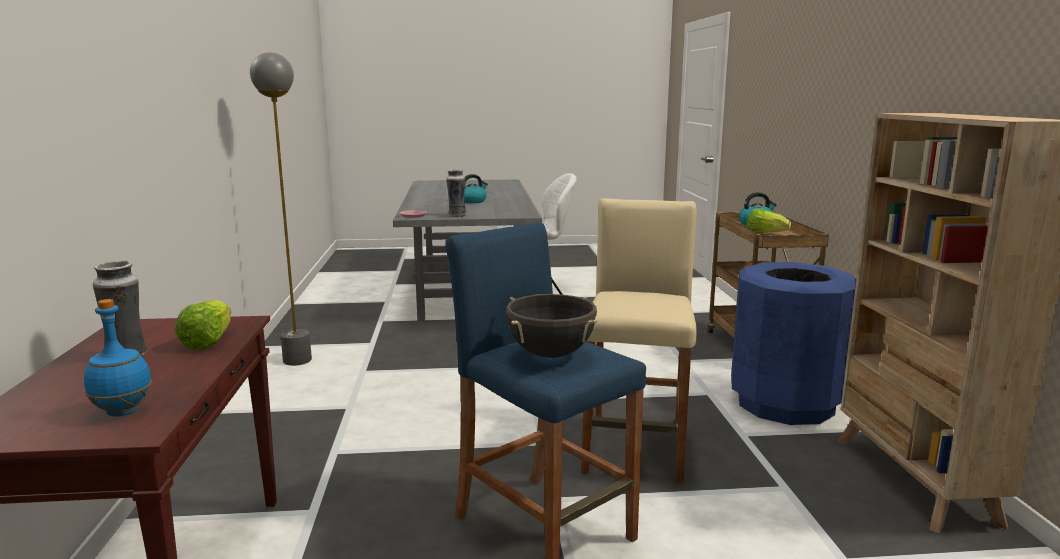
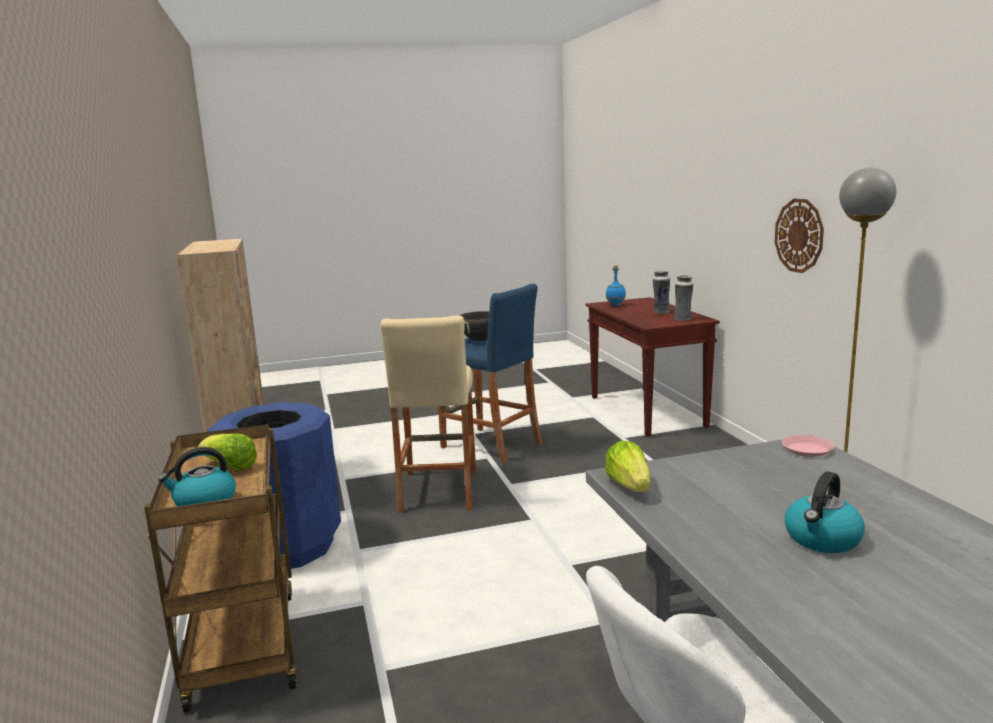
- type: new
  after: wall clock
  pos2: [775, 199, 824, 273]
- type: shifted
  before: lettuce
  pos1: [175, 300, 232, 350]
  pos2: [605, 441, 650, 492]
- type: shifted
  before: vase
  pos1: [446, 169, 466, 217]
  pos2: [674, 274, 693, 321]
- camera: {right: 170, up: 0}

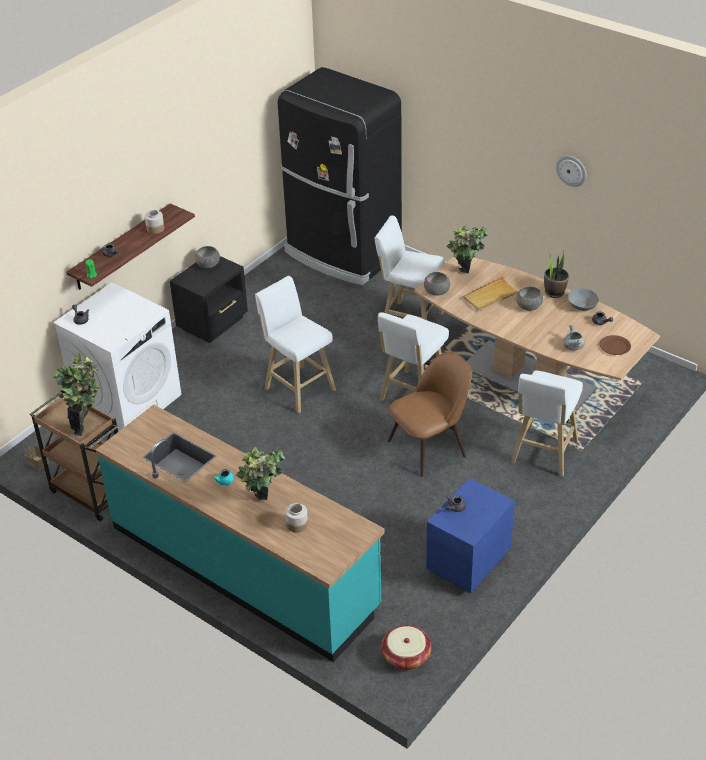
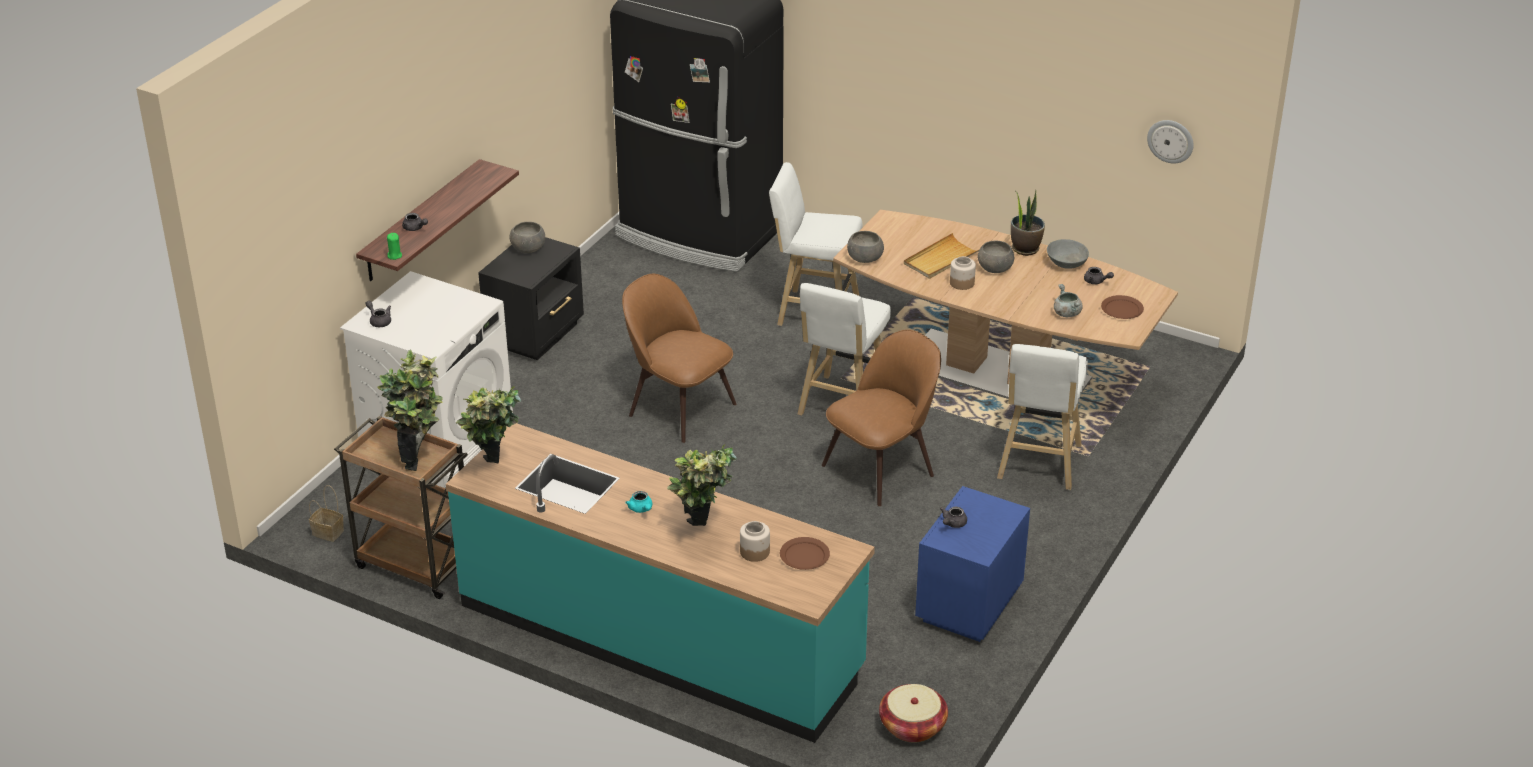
- type: new
  after: brown plate
  pos2: [780, 537, 830, 570]
- type: shifted
  before: jar
  pos1: [145, 210, 164, 234]
  pos2: [950, 256, 976, 290]
- type: shifted
  before: potted plant
  pos1: [446, 226, 488, 273]
  pos2: [456, 386, 521, 463]
- type: shifted
  before: wall clock
  pos1: [556, 155, 586, 187]
  pos2: [1147, 120, 1193, 164]
- type: swapped
  before: white stool
  after: brown chair
  pos1: [255, 276, 336, 413]
  pos2: [622, 274, 736, 443]
- camera: {right: -10, up: -5}

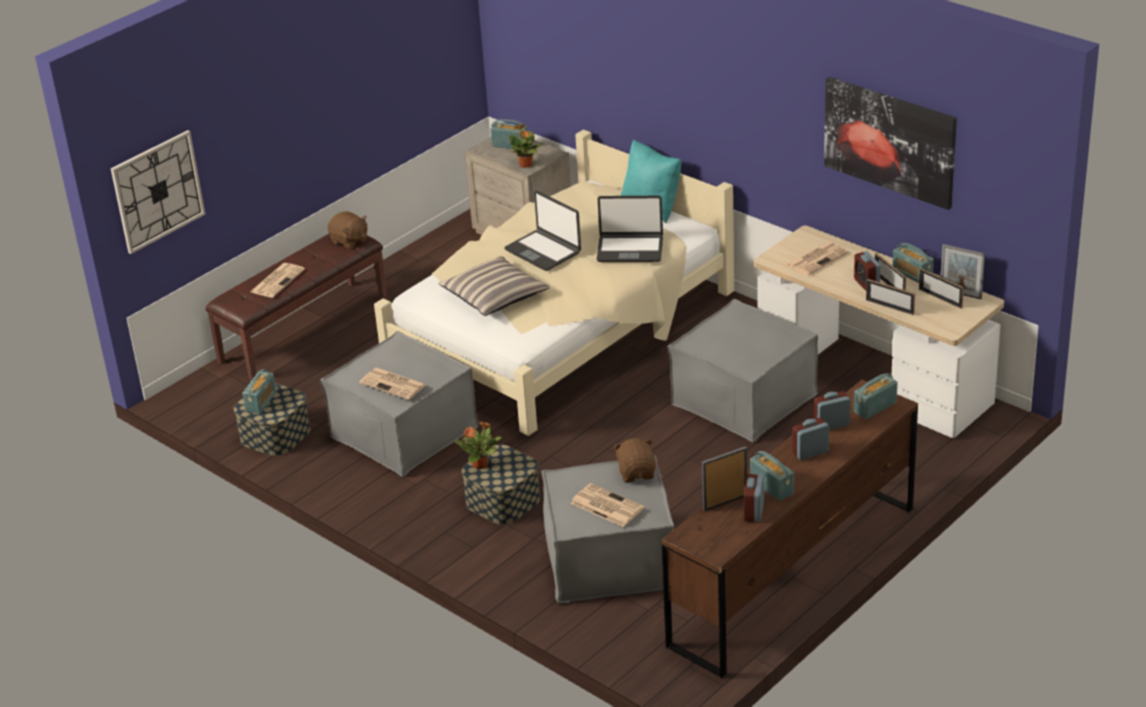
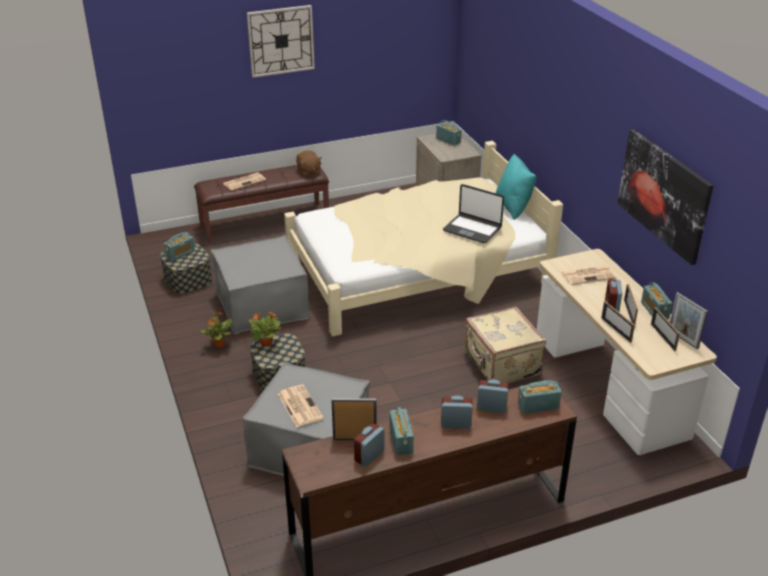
- type: gone
  before: newspaper
  pos1: [360, 368, 427, 400]
- type: gone
  before: pillow
  pos1: [439, 256, 550, 316]
- type: gone
  before: laptop
  pos1: [504, 191, 581, 271]
- type: gone
  before: brown plush toy
  pos1: [614, 438, 656, 482]
- type: shifted
  before: wall clock
  pos1: [111, 130, 205, 254]
  pos2: [247, 5, 315, 78]
- type: shifted
  before: potted plant
  pos1: [509, 124, 543, 168]
  pos2: [200, 312, 232, 348]
- type: swapped
  before: grey ottoman
  after: beige suitcase
  pos1: [668, 299, 818, 442]
  pos2: [465, 306, 546, 383]
- camera: {right: 25, up: 0}

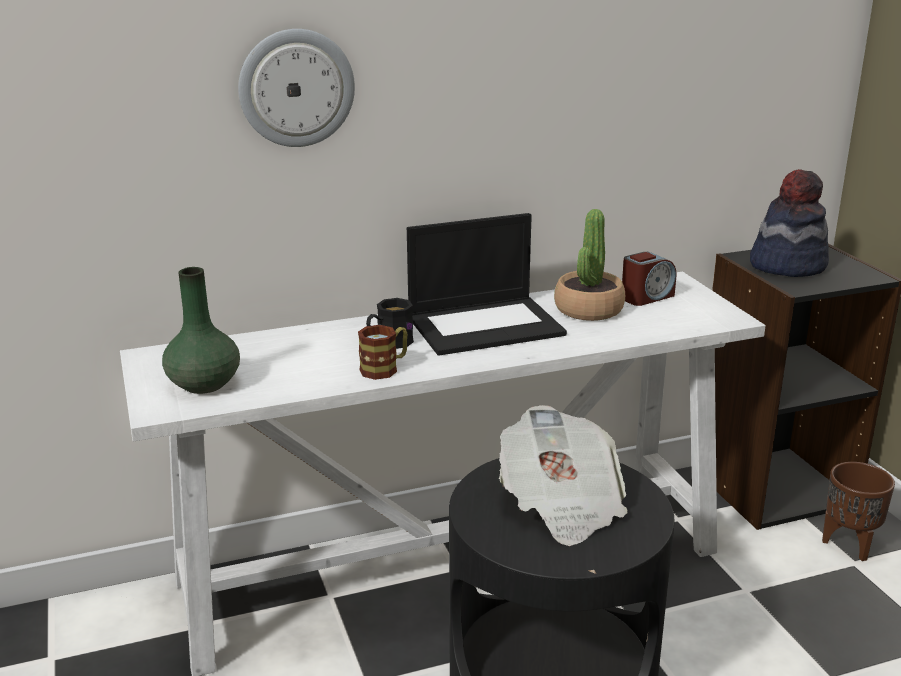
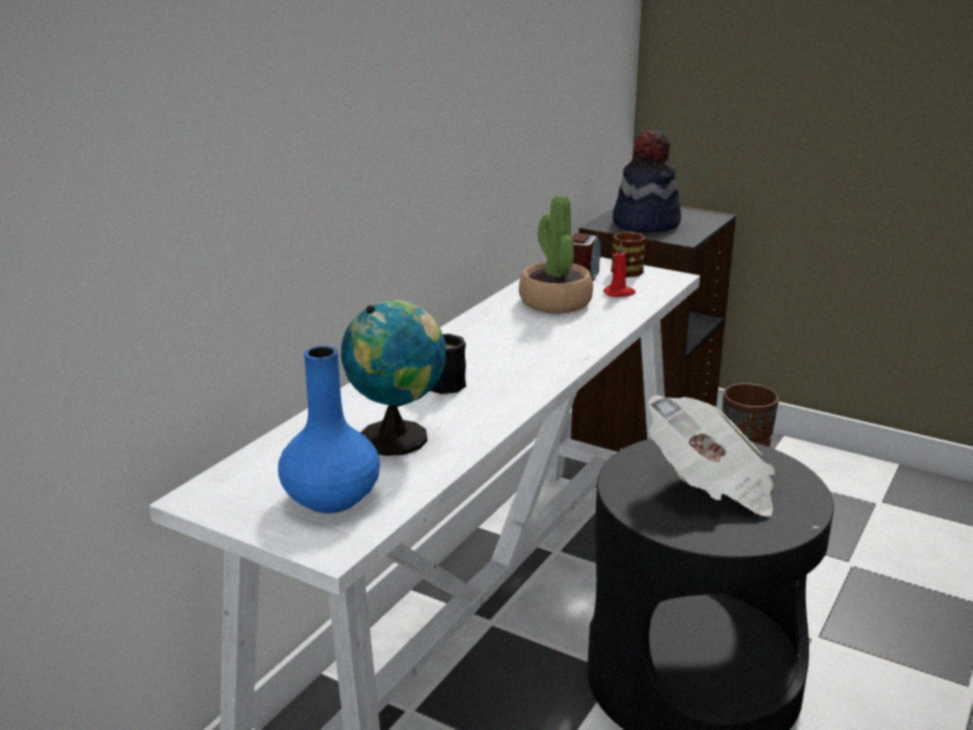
- type: gone
  before: wall clock
  pos1: [238, 29, 355, 147]
- type: gone
  before: laptop
  pos1: [407, 213, 567, 356]
- type: new
  after: globe
  pos2: [341, 300, 446, 456]
- type: new
  after: red candle
  pos2: [603, 242, 636, 297]
- type: shifted
  before: mug
  pos1: [358, 325, 407, 380]
  pos2: [611, 232, 646, 277]
- type: repainted
  before: green vase
  after: blue vase
  pos1: [162, 267, 240, 394]
  pos2: [278, 346, 380, 513]
- camera: {right: -40, up: 0}

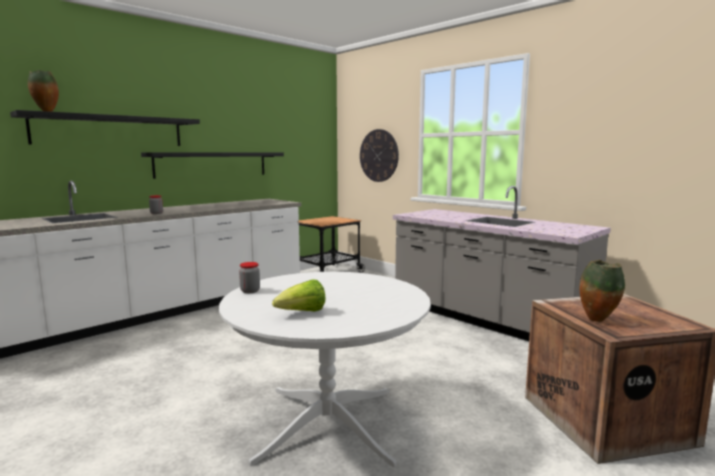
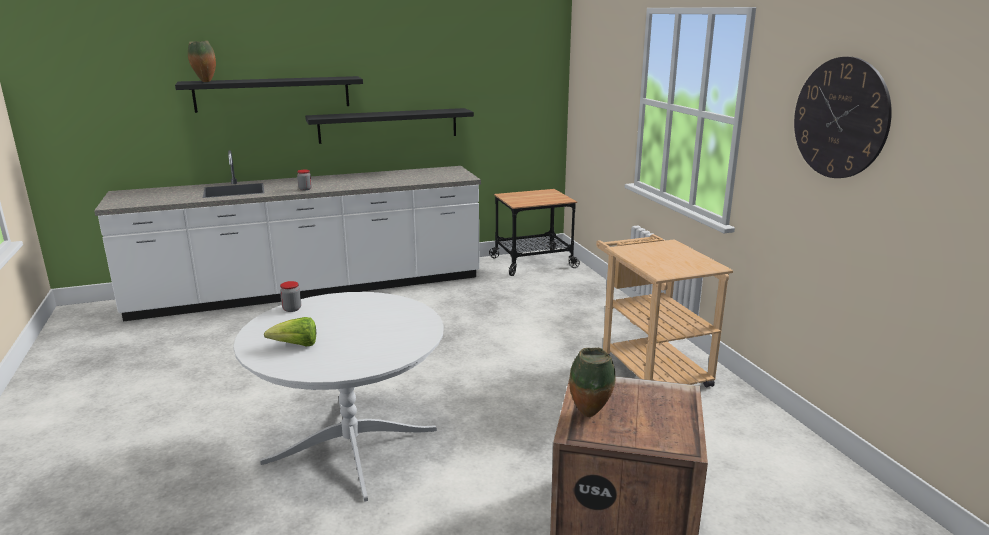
- type: shifted
  before: wall clock
  pos1: [360, 129, 399, 182]
  pos2: [794, 57, 892, 178]
- type: swapped
  before: grey counter
  after: beige cart
  pos1: [393, 186, 611, 341]
  pos2: [596, 234, 733, 387]
- camera: {right: 25, up: 10}

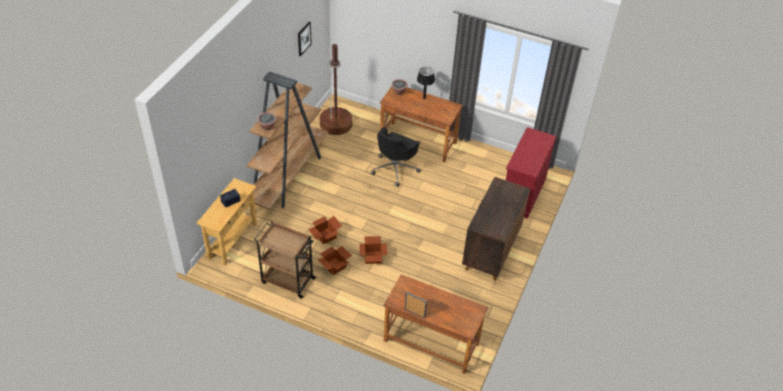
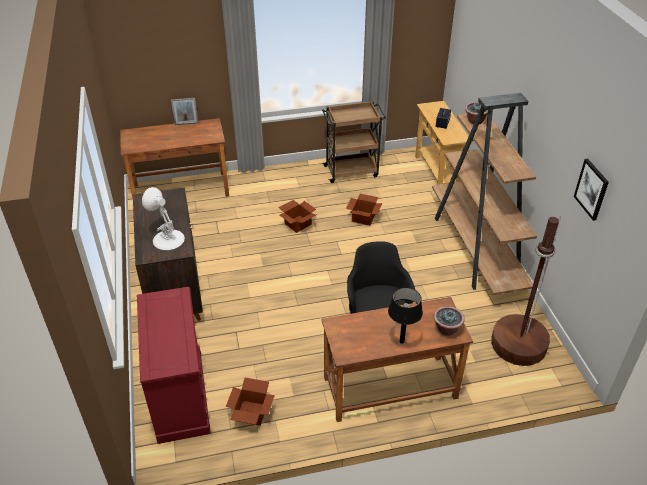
- type: new
  after: white table lamp
  pos2: [142, 187, 185, 250]
- type: shifted
  before: cardboard box
  pos1: [317, 246, 352, 275]
  pos2: [226, 378, 275, 426]
- camera: {right: 145, up: -5}

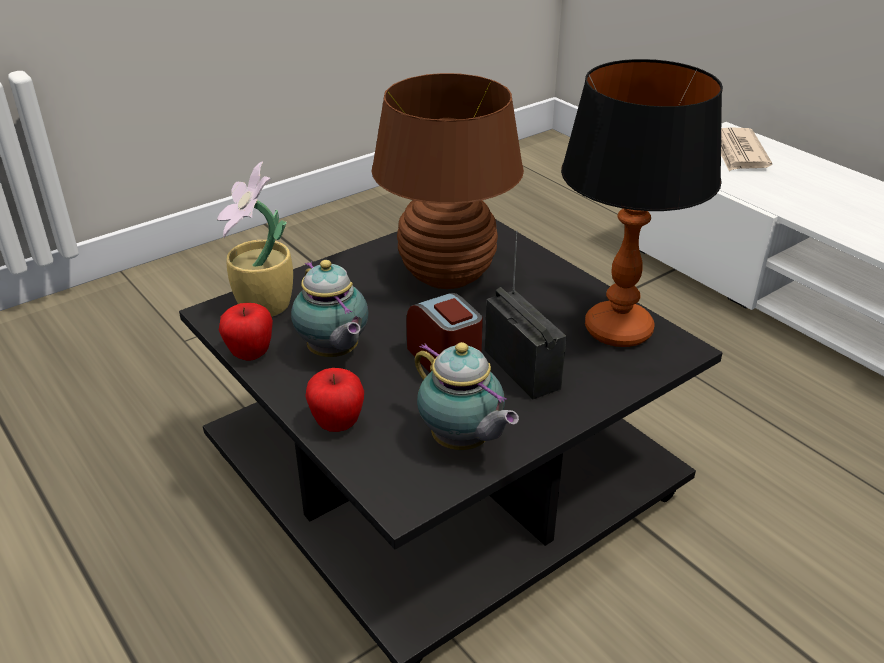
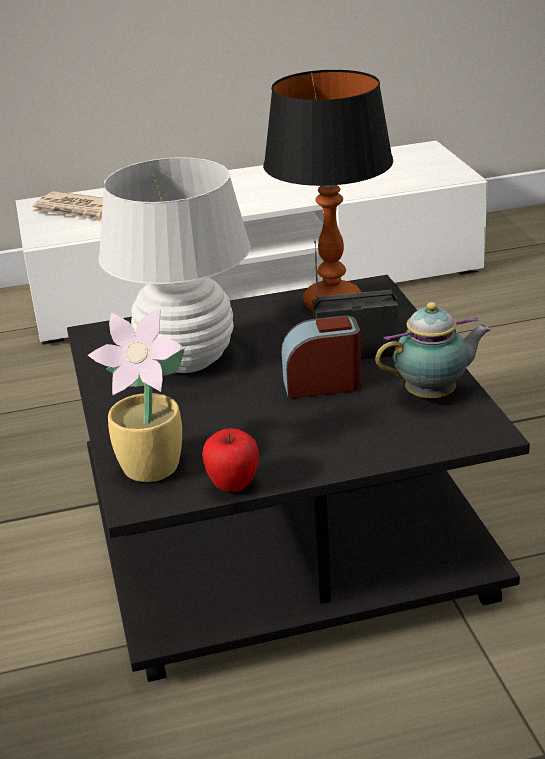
- type: gone
  before: teapot
  pos1: [291, 260, 369, 357]
- type: gone
  before: apple
  pos1: [305, 368, 364, 432]
- type: repainted
  before: brown table lamp
  after: white table lamp
  pos1: [372, 73, 524, 289]
  pos2: [99, 157, 250, 373]
- camera: {right: -65, up: -5}

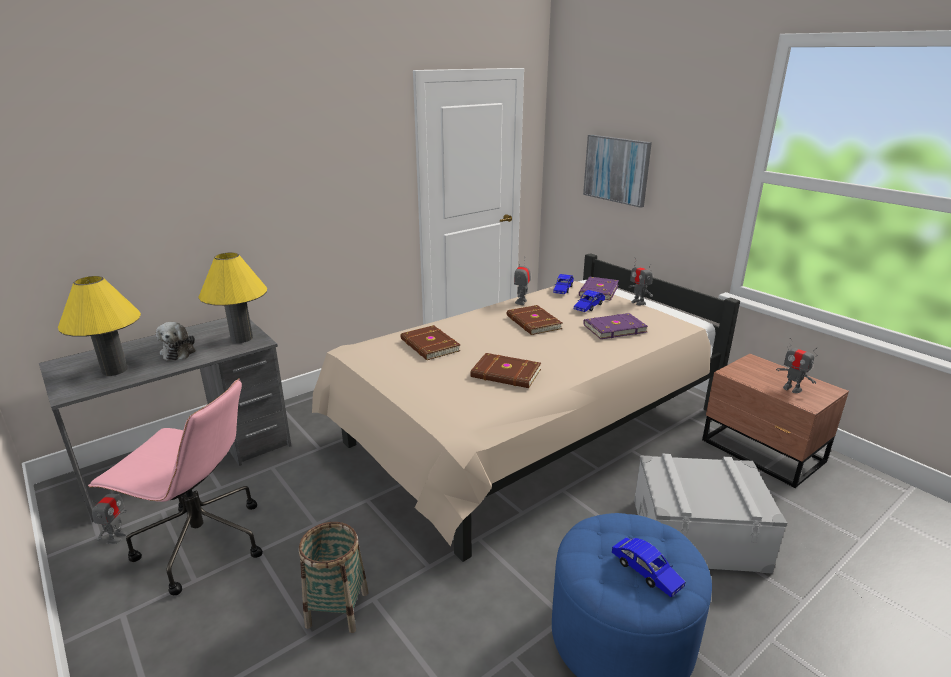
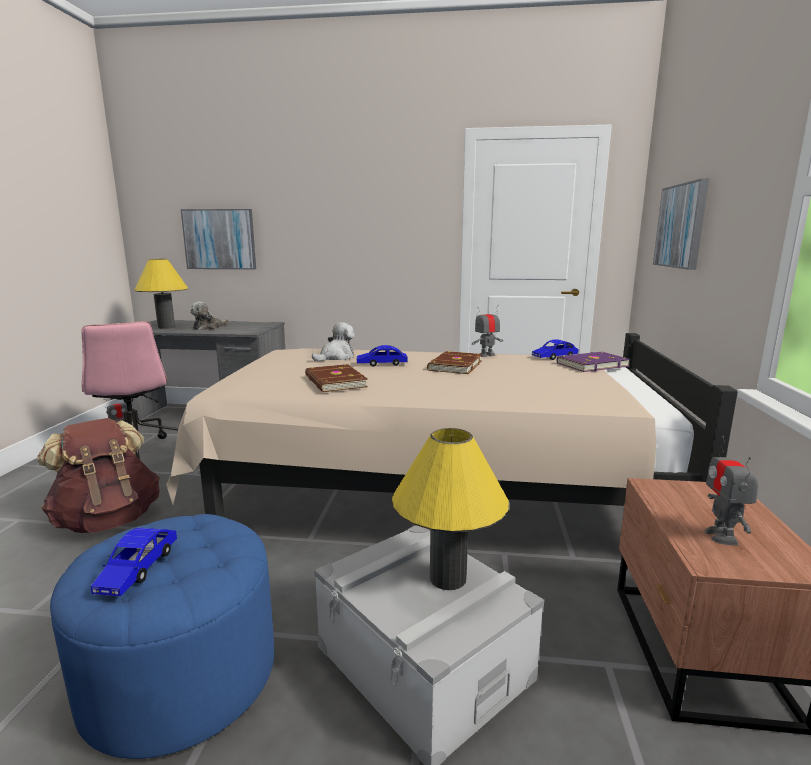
- type: gone
  before: purple book
  pos1: [583, 313, 648, 339]
- type: gone
  before: toy robot
  pos1: [628, 258, 653, 305]
- type: new
  after: picture
  pos2: [181, 209, 256, 269]
- type: shifted
  before: yellow table lamp
  pos1: [198, 252, 267, 343]
  pos2: [392, 428, 509, 590]
- type: shifted
  before: blue toy car
  pos1: [574, 290, 605, 312]
  pos2: [357, 345, 407, 367]
- type: swapped
  before: basket
  after: brown backpack
  pos1: [299, 522, 369, 633]
  pos2: [37, 418, 160, 533]
- type: swapped
  before: brown book
  after: plush toy
  pos1: [400, 325, 460, 360]
  pos2: [312, 322, 355, 361]
- camera: {right: 45, up: -10}

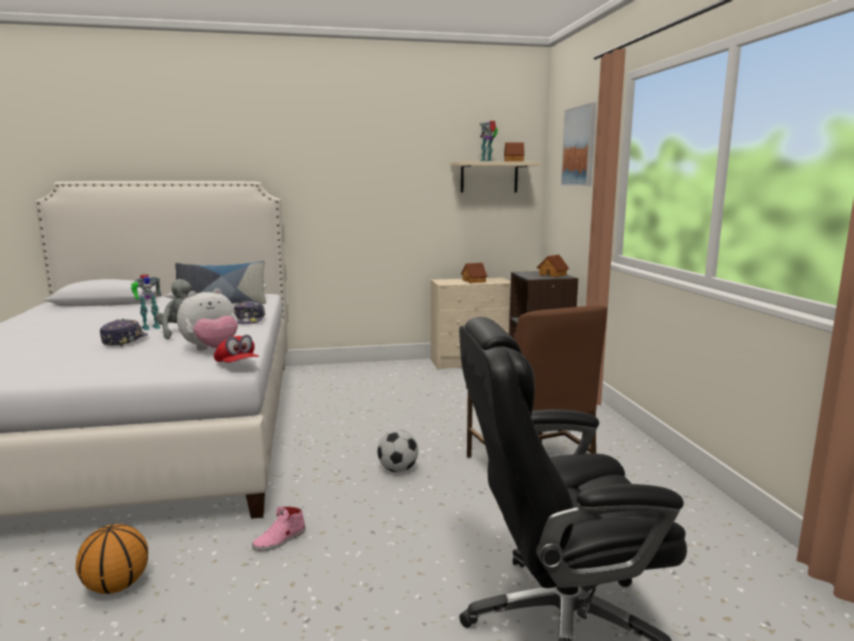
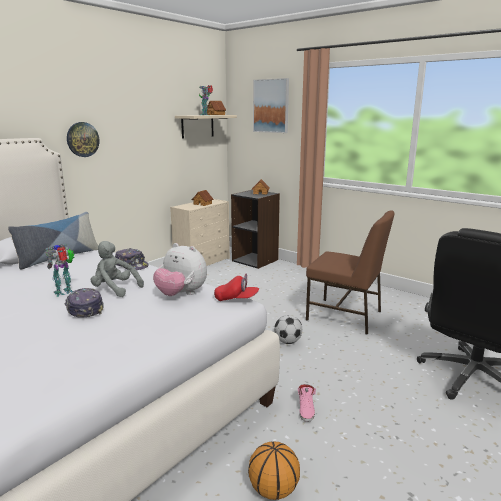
- type: new
  after: wall clock
  pos2: [67, 122, 99, 157]
- type: rotated
  before: toy robot
  pos1: [131, 274, 161, 330]
  pos2: [44, 244, 75, 297]
  turn: -150
- type: rotated
  before: plush toy
  pos1: [177, 289, 238, 350]
  pos2: [153, 243, 207, 296]
  turn: 105
- camera: {right: -40, up: 5}

